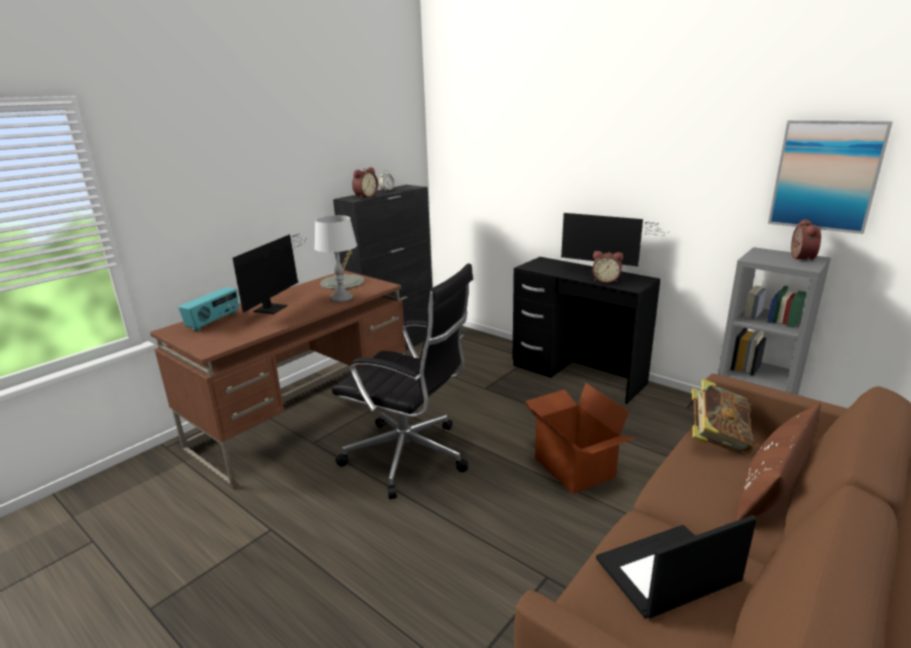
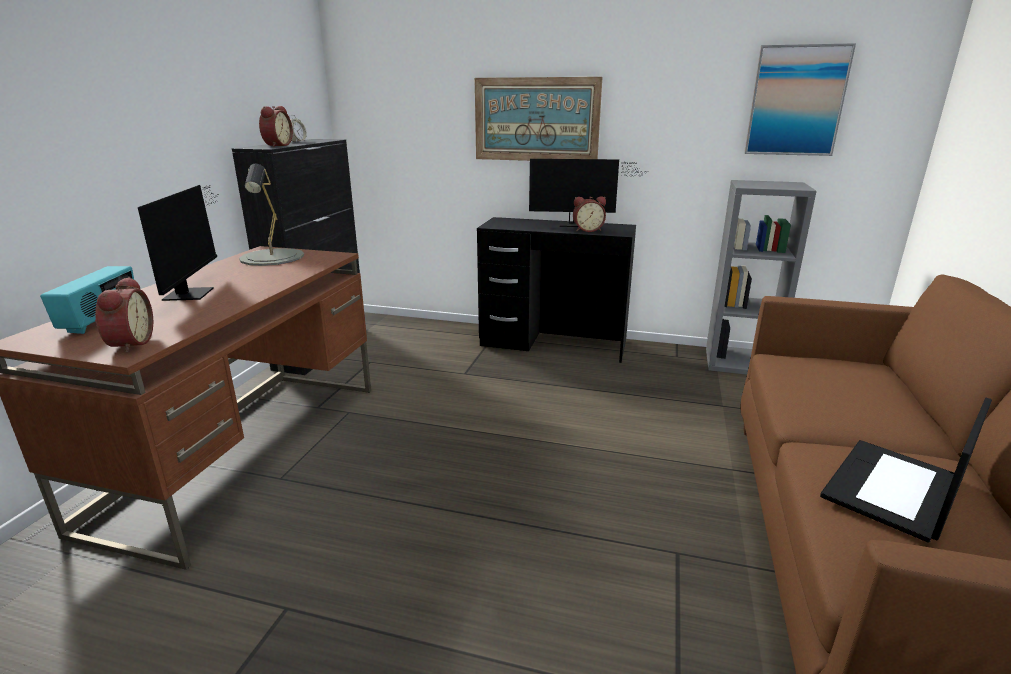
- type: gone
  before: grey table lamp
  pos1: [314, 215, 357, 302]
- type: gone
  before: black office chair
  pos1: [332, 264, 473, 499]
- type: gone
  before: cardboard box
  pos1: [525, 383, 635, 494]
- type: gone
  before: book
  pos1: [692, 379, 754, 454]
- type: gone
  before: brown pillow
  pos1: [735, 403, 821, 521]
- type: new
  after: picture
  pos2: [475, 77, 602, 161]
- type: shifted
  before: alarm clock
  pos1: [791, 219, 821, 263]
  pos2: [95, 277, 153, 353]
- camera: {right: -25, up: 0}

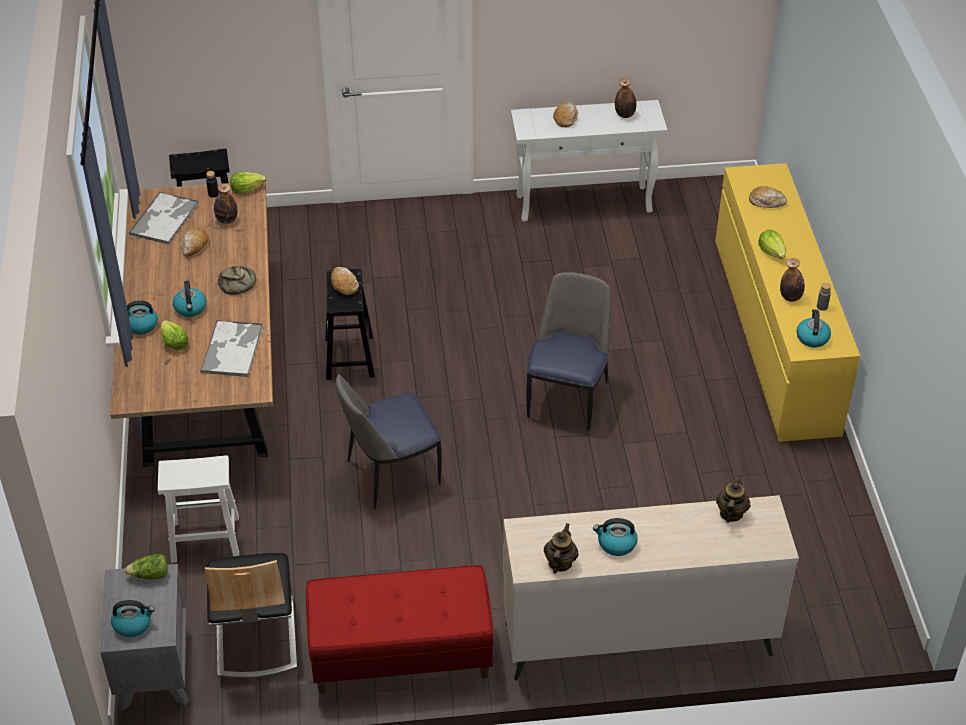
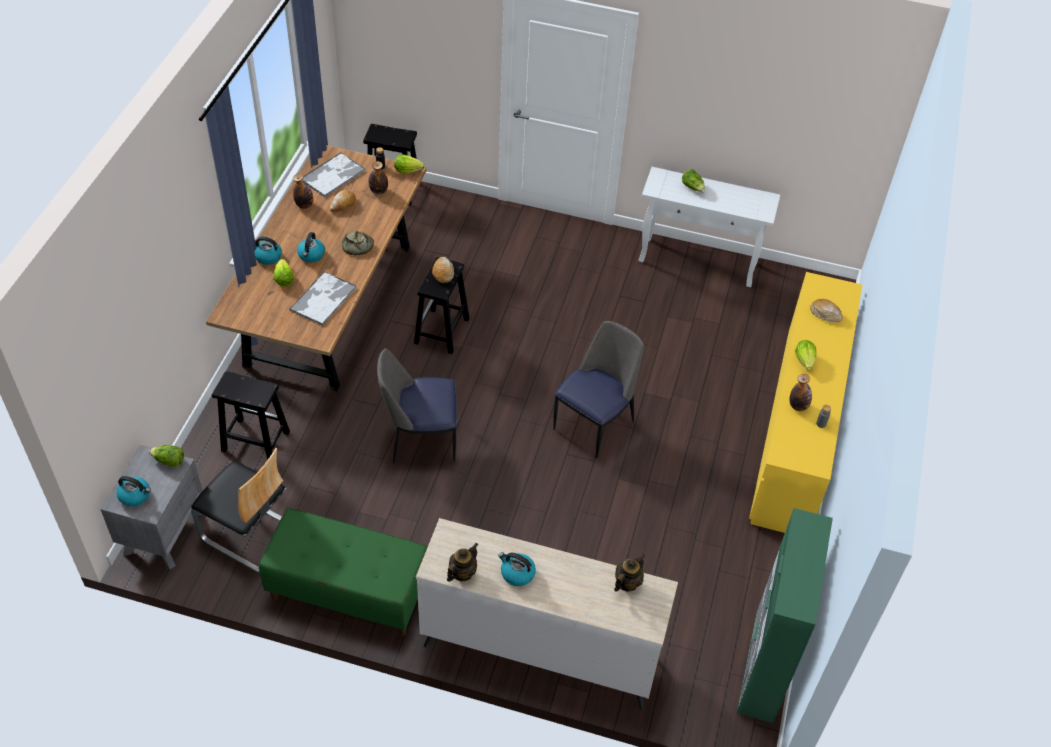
- type: gone
  before: kettle
  pos1: [796, 309, 831, 347]
- type: new
  after: green cabinet
  pos2: [737, 508, 833, 723]
- type: shifted
  before: bottle
  pos1: [615, 78, 637, 118]
  pos2: [293, 174, 314, 209]
- type: swapped
  before: bread
  after: lettuce
  pos1: [553, 102, 578, 127]
  pos2: [682, 169, 705, 192]
- type: repainted
  before: white stool
  after: black stool
  pos1: [158, 455, 239, 563]
  pos2: [212, 371, 290, 460]
- type: repainted
  before: red bench
  after: green bench
  pos1: [306, 565, 494, 694]
  pos2: [259, 508, 427, 636]
- type: rotated
  before: chair
  pos1: [205, 553, 297, 678]
  pos2: [191, 448, 286, 573]
  turn: -75
- camera: {right: 20, up: 5}

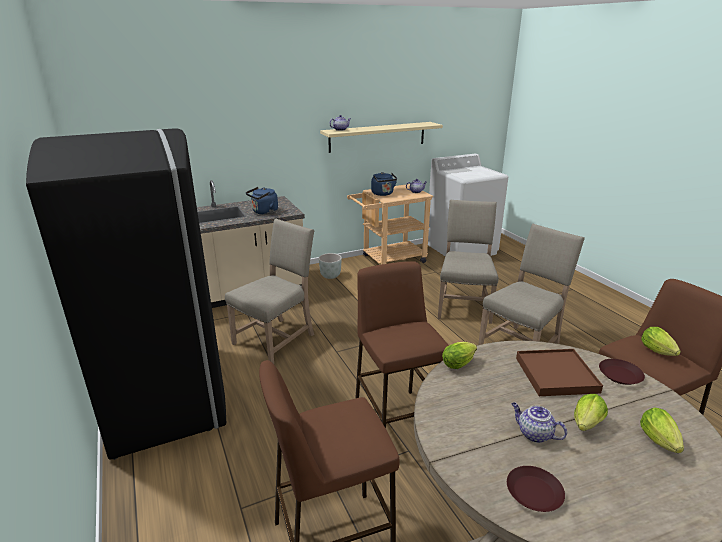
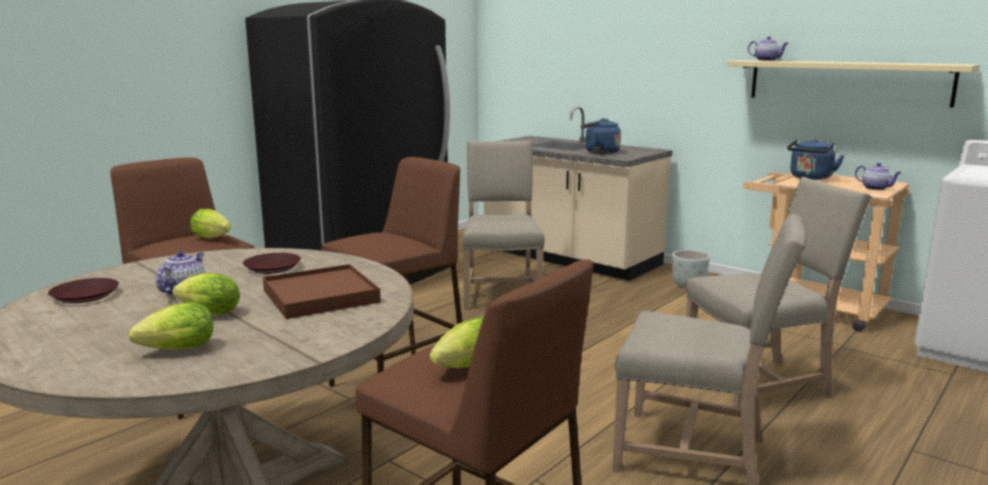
- type: shifted
  before: lettuce
  pos1: [442, 342, 477, 369]
  pos2: [190, 209, 231, 239]
- type: shifted
  before: brown plate
  pos1: [599, 359, 645, 385]
  pos2: [243, 253, 301, 274]
- type: rotated
  before: beige chair
  pos1: [225, 219, 314, 364]
  pos2: [462, 140, 545, 310]
  turn: -105
- camera: {right: 65, up: -10}

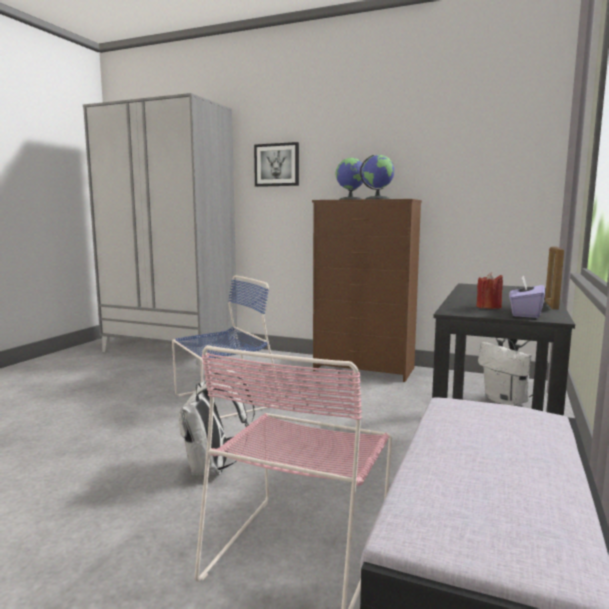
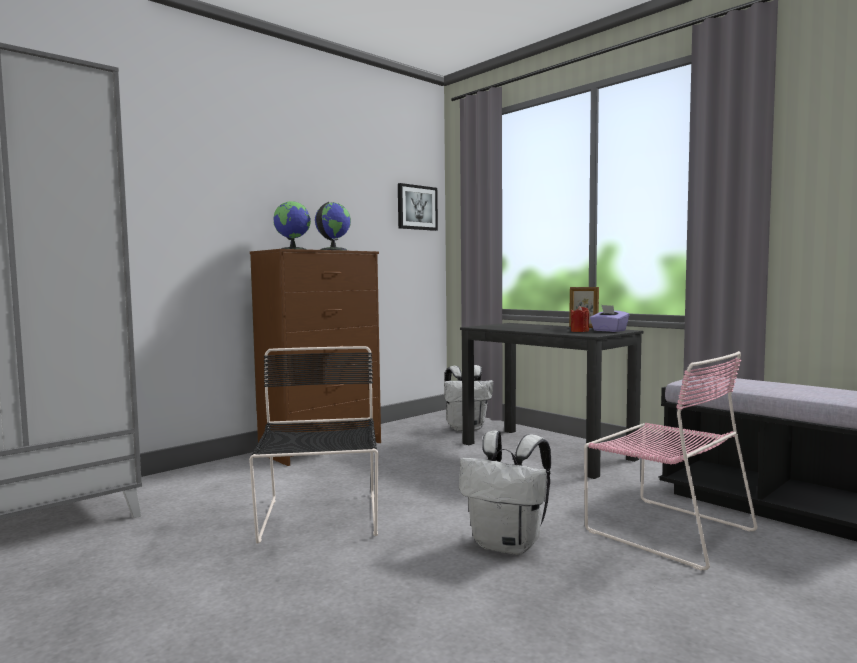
- type: shifted
  before: picture
  pos1: [254, 142, 299, 187]
  pos2: [398, 183, 438, 231]
- type: repainted
  before: blue chair
  after: black chair
  pos1: [172, 275, 283, 419]
  pos2: [249, 346, 378, 544]
- camera: {right: -65, up: -5}

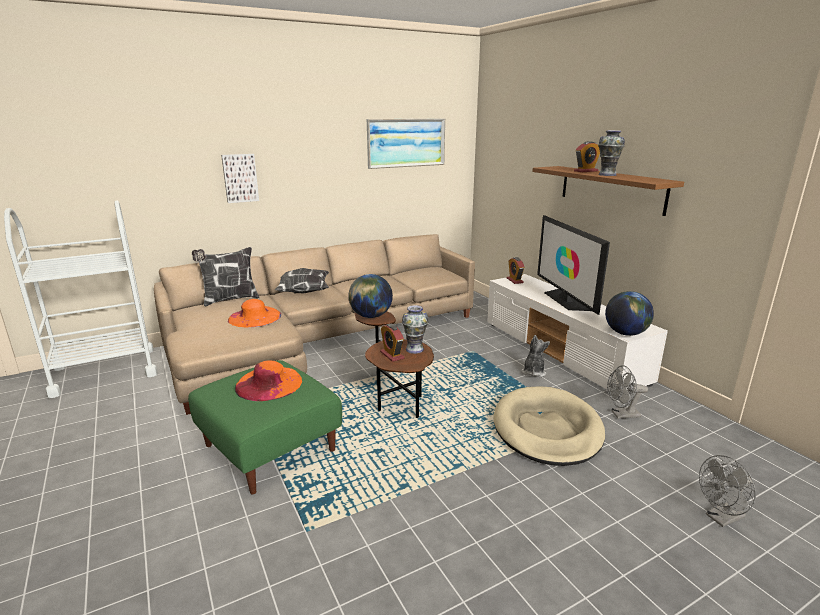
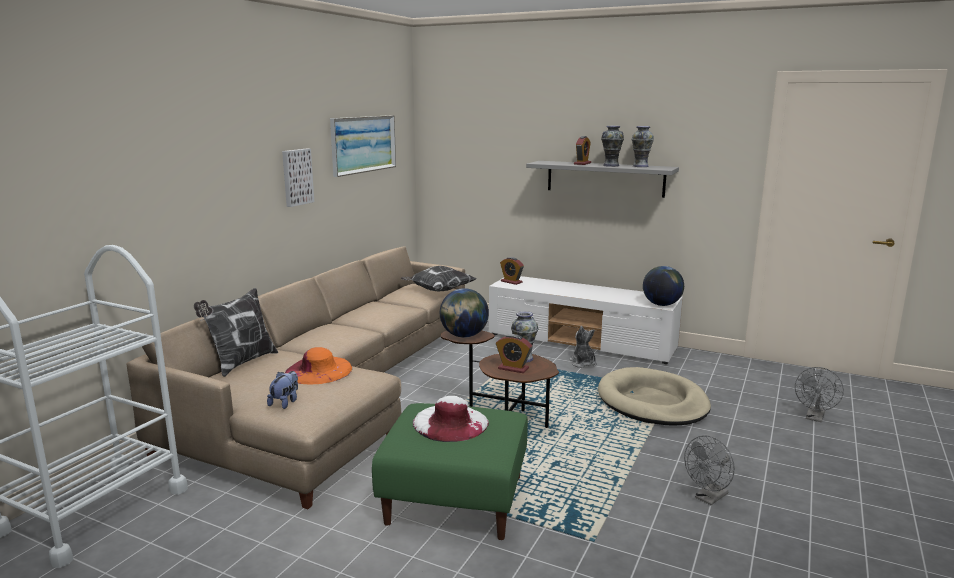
- type: gone
  before: television
  pos1: [537, 215, 610, 315]
- type: new
  after: plush toy
  pos2: [267, 371, 298, 409]
- type: new
  after: vase
  pos2: [632, 126, 654, 167]
- type: shifted
  before: picture
  pos1: [221, 154, 259, 203]
  pos2: [282, 149, 314, 207]
- type: shifted
  before: pillow
  pos1: [275, 268, 329, 293]
  pos2: [400, 266, 476, 292]
- type: shifted
  before: grey fan
  pos1: [607, 365, 648, 419]
  pos2: [684, 435, 735, 505]
- type: repainted
  before: orange hat
  after: white hat
  pos1: [235, 360, 302, 401]
  pos2: [413, 396, 489, 442]
- type: repainted
  before: brown shelf
  after: grey shelf
  pos1: [532, 166, 684, 216]
  pos2: [526, 161, 679, 198]
- camera: {right: -35, up: -5}

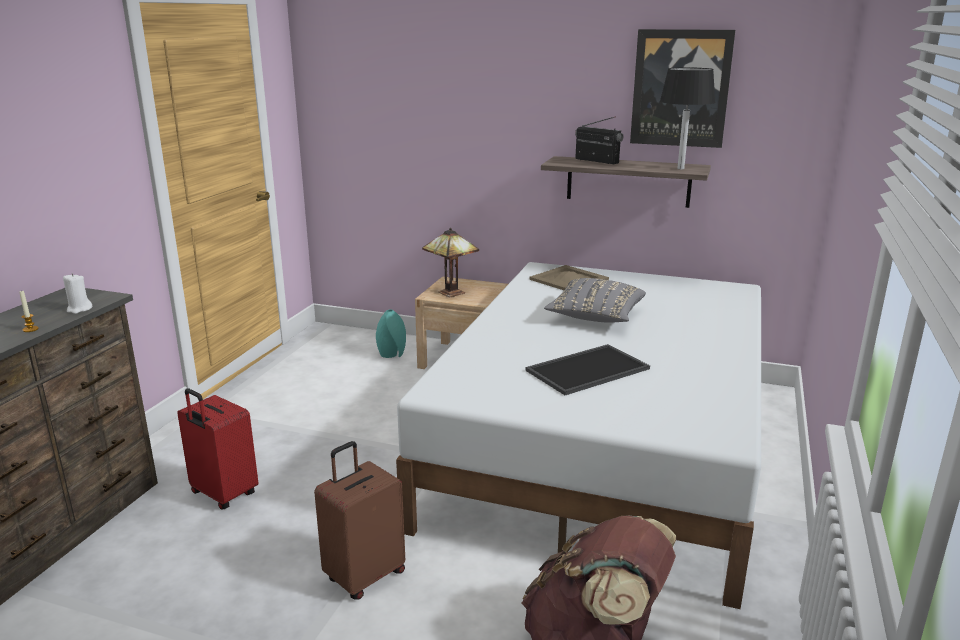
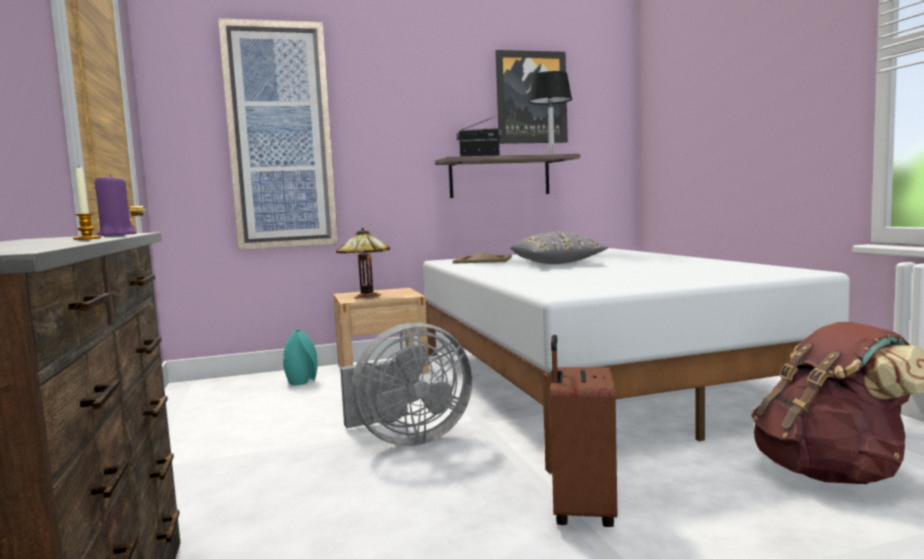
- type: gone
  before: red suitcase
  pos1: [177, 388, 258, 510]
- type: gone
  before: tray
  pos1: [526, 344, 650, 395]
- type: new
  after: picture
  pos2: [218, 18, 338, 250]
- type: new
  after: grey fan
  pos2: [340, 323, 473, 446]
- type: repainted
  before: white candle
  after: purple candle
  pos1: [63, 273, 92, 314]
  pos2: [95, 174, 137, 236]
- camera: {right: -35, up: -15}

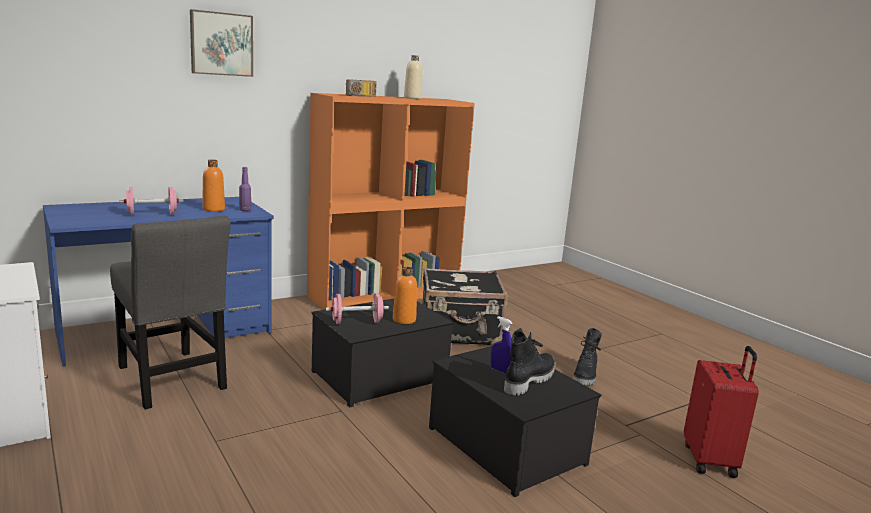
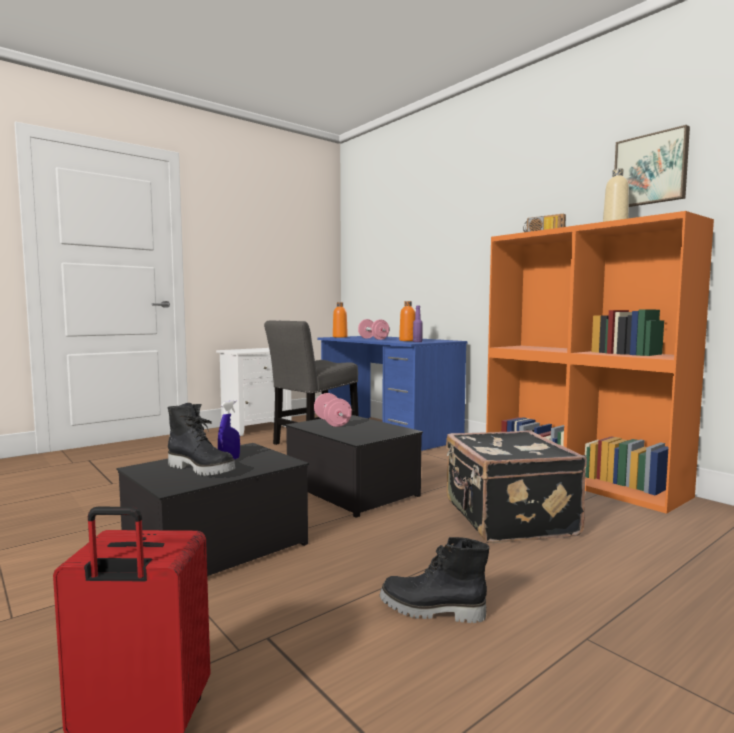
- type: shifted
  before: picture
  pos1: [190, 9, 253, 77]
  pos2: [614, 125, 690, 207]
- type: shifted
  before: orange bottle
  pos1: [393, 267, 417, 324]
  pos2: [333, 302, 348, 338]
- camera: {right: 85, up: -10}

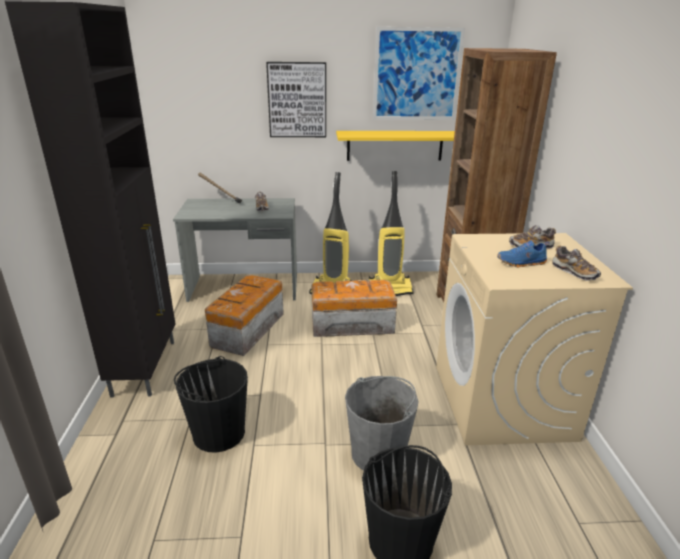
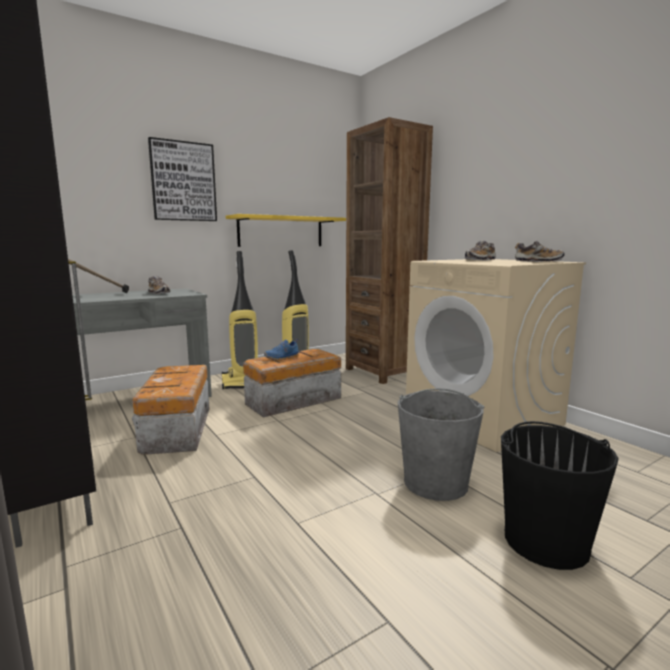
- type: gone
  before: black bucket
  pos1: [174, 356, 248, 453]
- type: gone
  before: picture
  pos1: [373, 27, 465, 120]
- type: shifted
  before: blue shoe
  pos1: [497, 240, 549, 268]
  pos2: [264, 339, 299, 360]
- camera: {right: -30, up: -15}

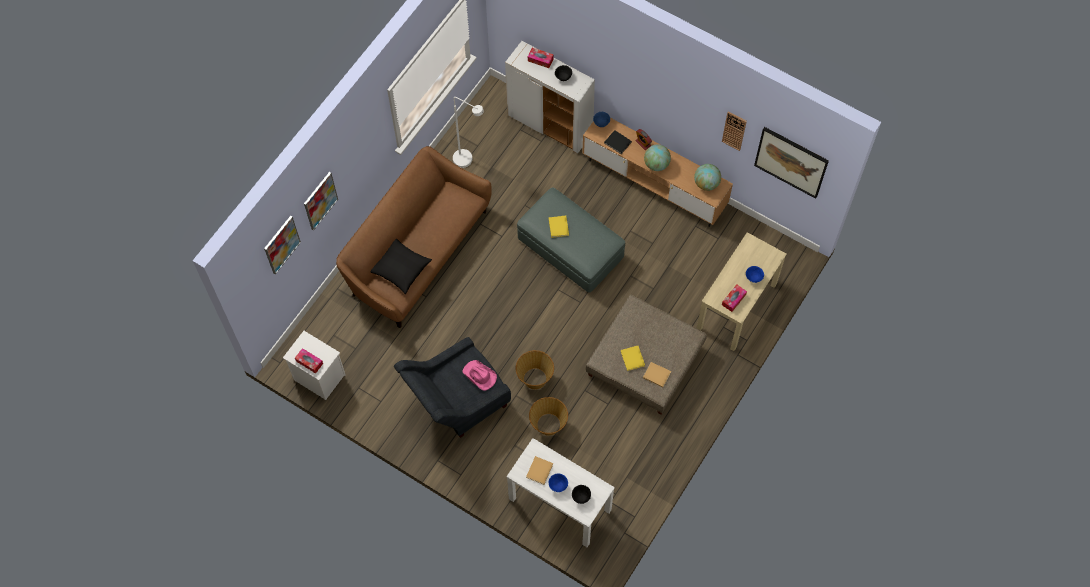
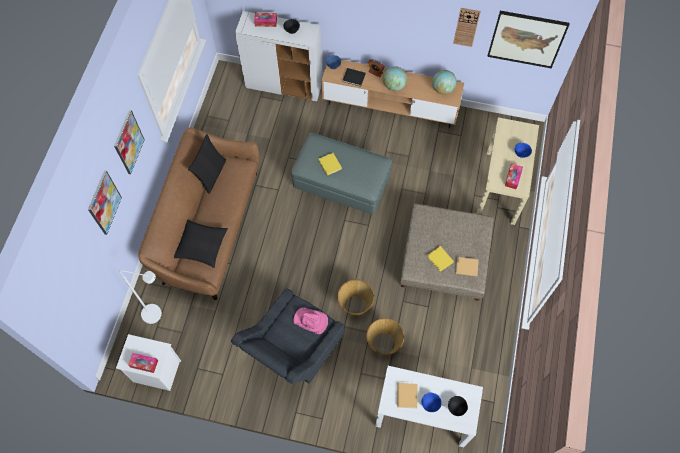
- type: new
  after: black pillow
  pos2: [188, 134, 226, 194]
- type: shifted
  before: picture
  pos1: [264, 216, 301, 274]
  pos2: [114, 110, 145, 174]
- type: shifted
  before: white floor lamp
  pos1: [453, 97, 484, 168]
  pos2: [119, 270, 162, 324]
- camera: {right: -20, up: 0}

